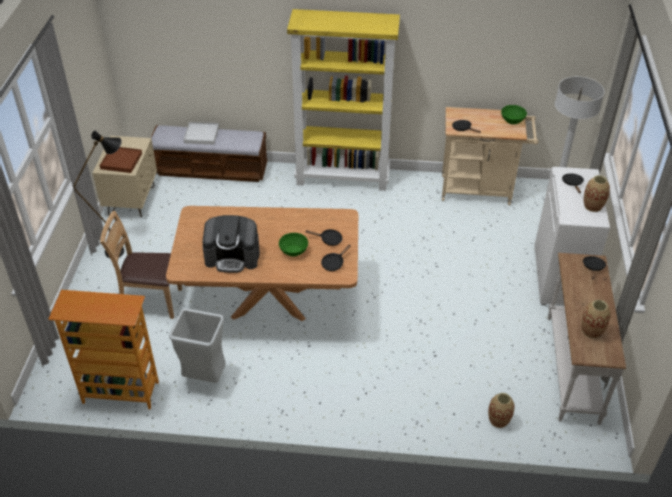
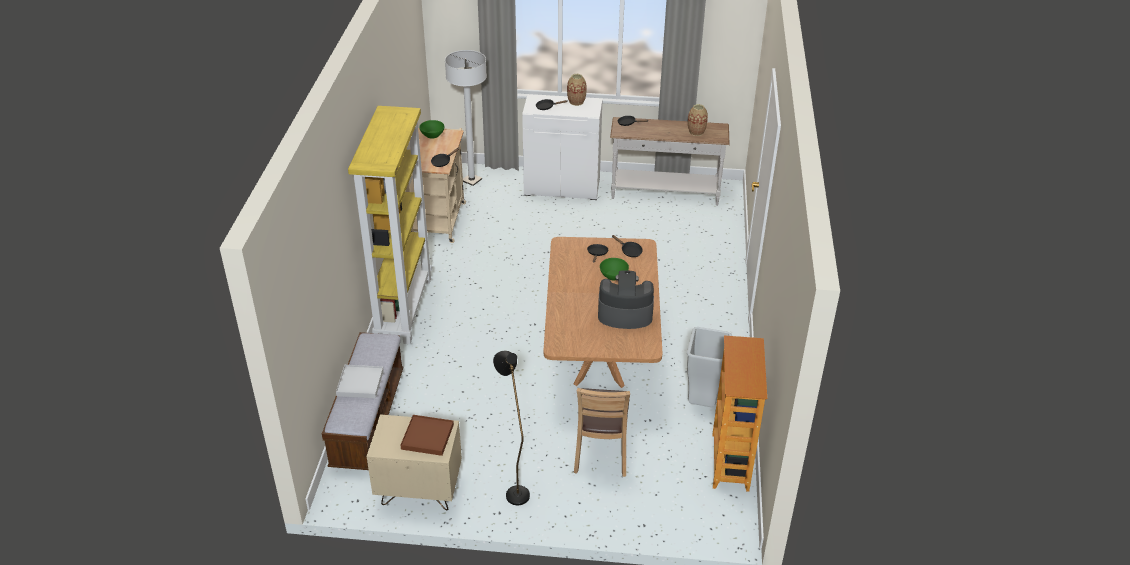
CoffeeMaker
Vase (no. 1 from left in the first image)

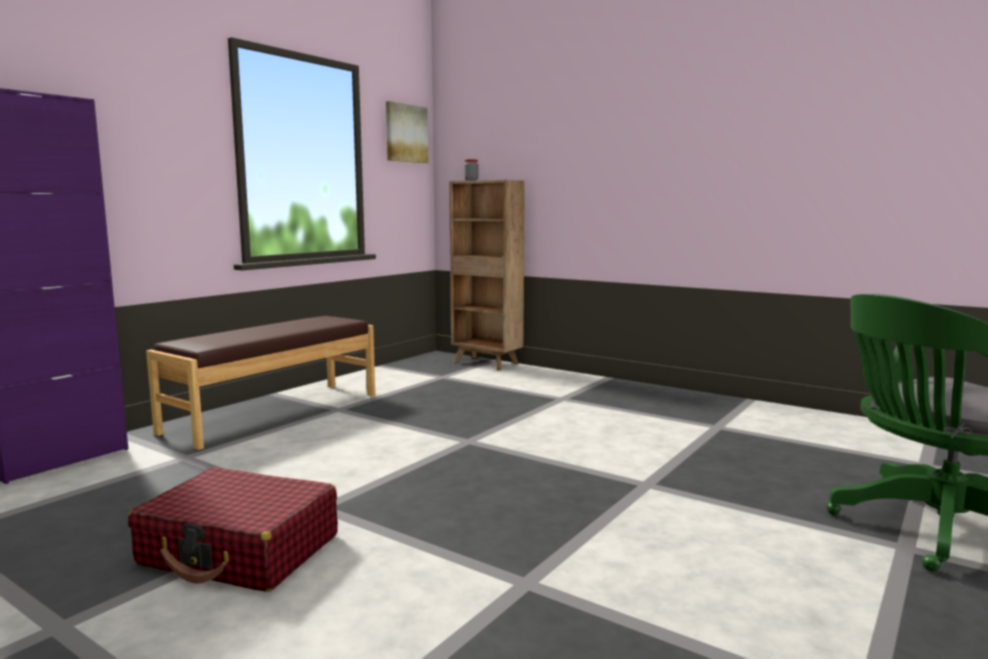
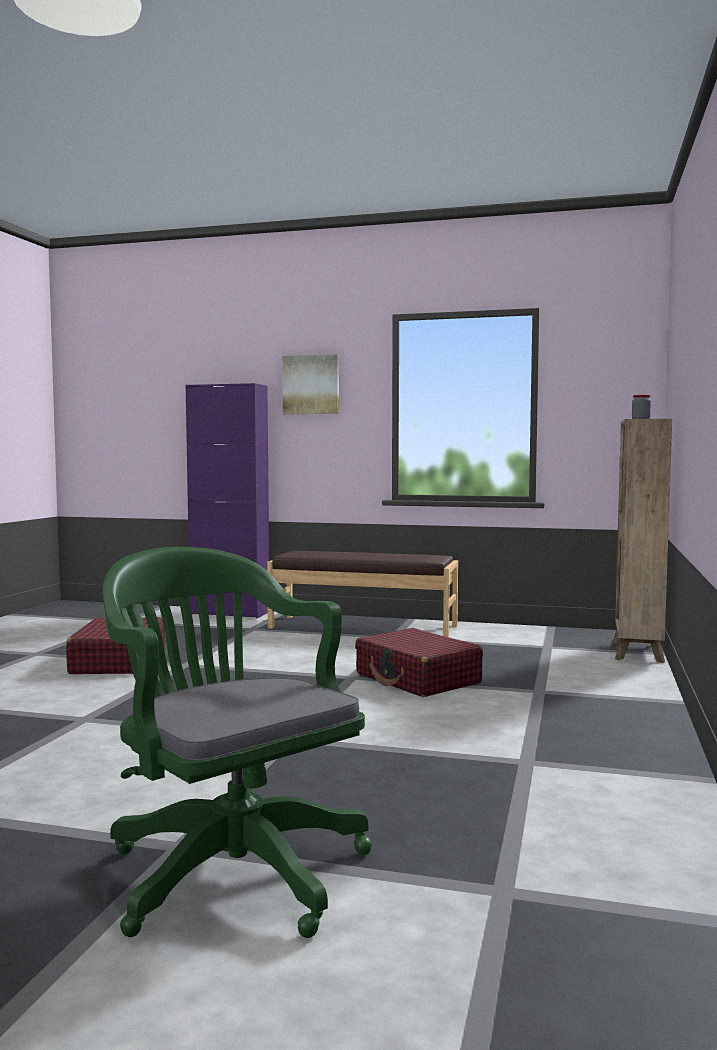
WallPicture
RedColouredPieceOfLuggage (no. 2 from left)

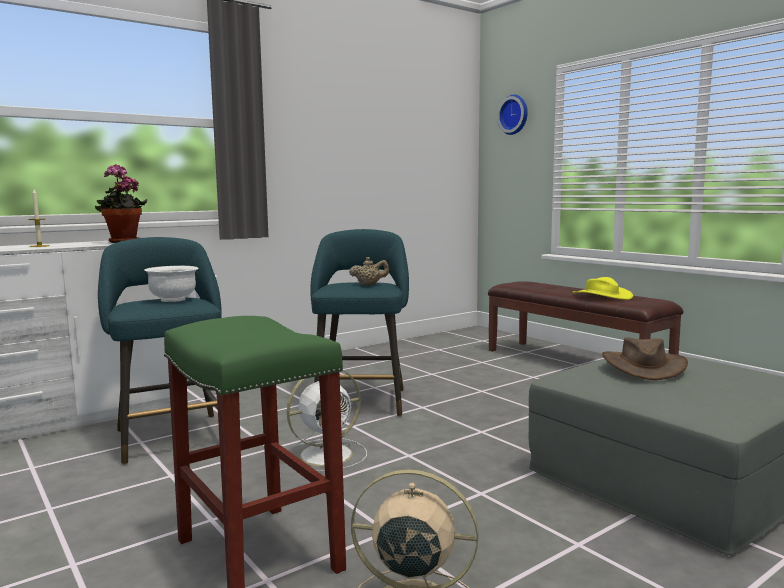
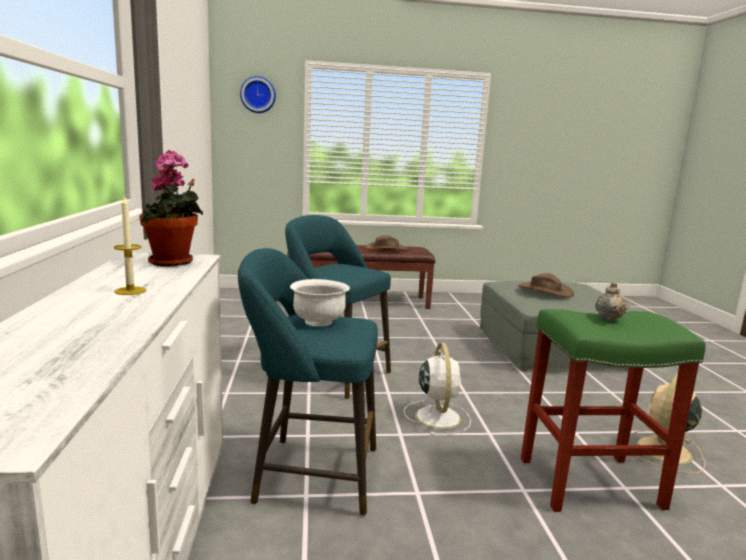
BeigeTeaPot
BrownishWearableHat (no. 1 from left)

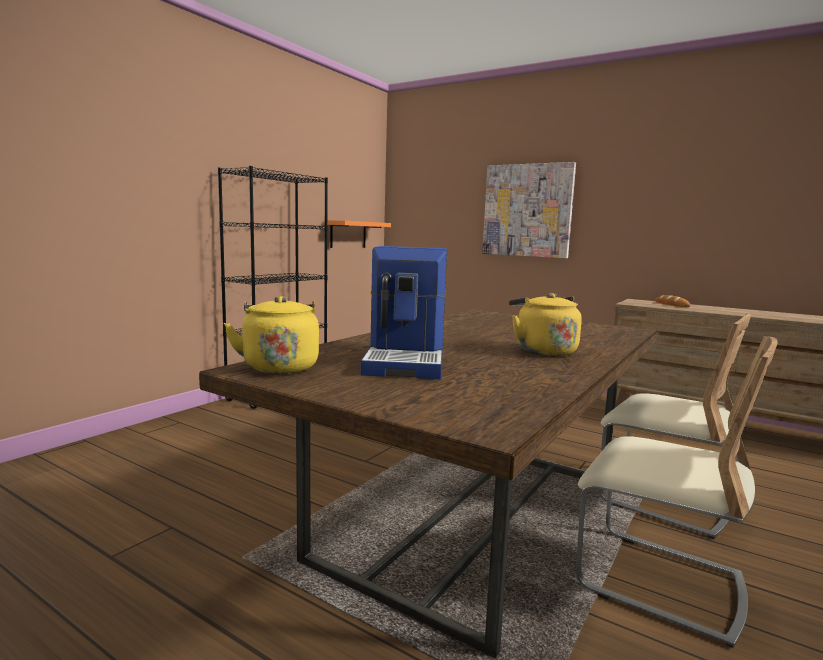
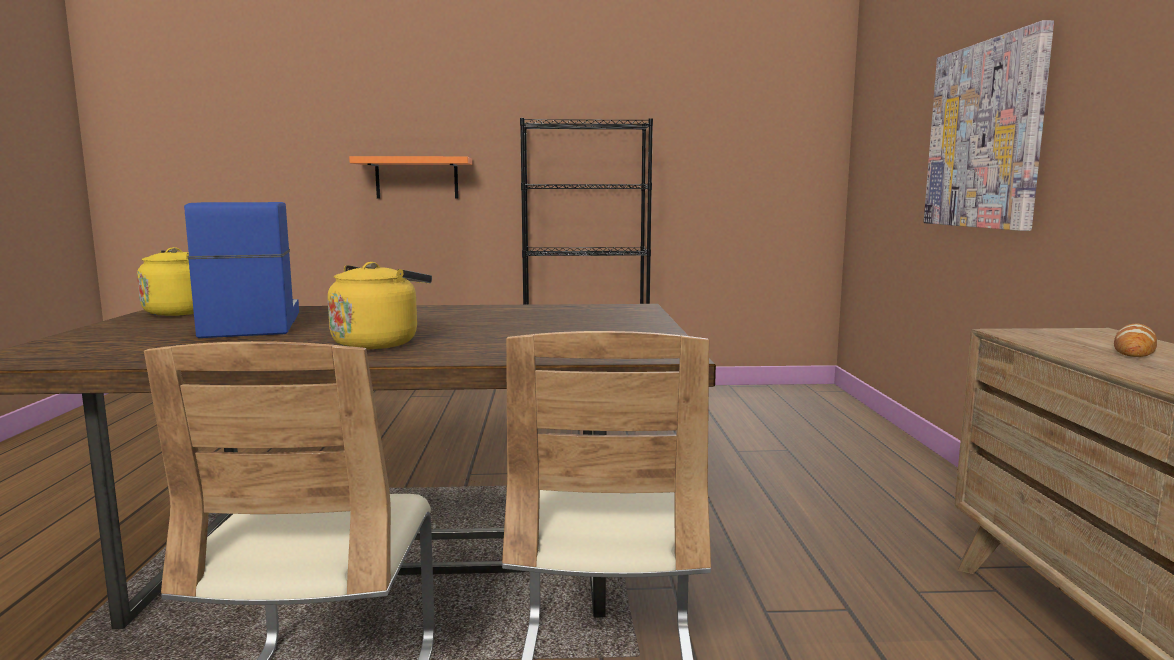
OrangeyBracketShelf
CoffeeMaker

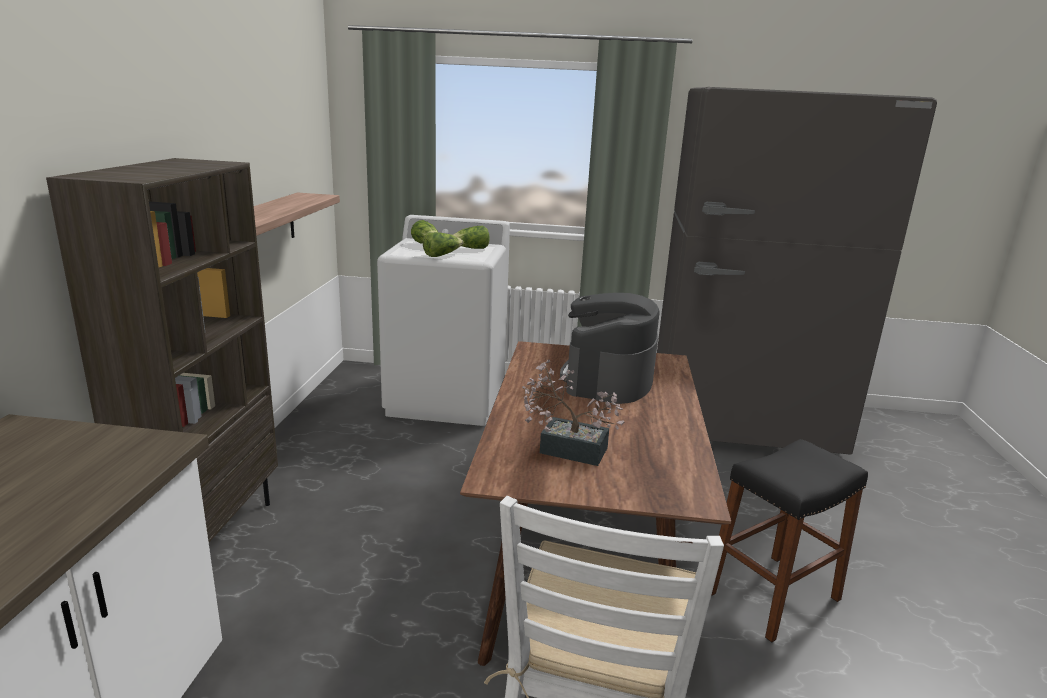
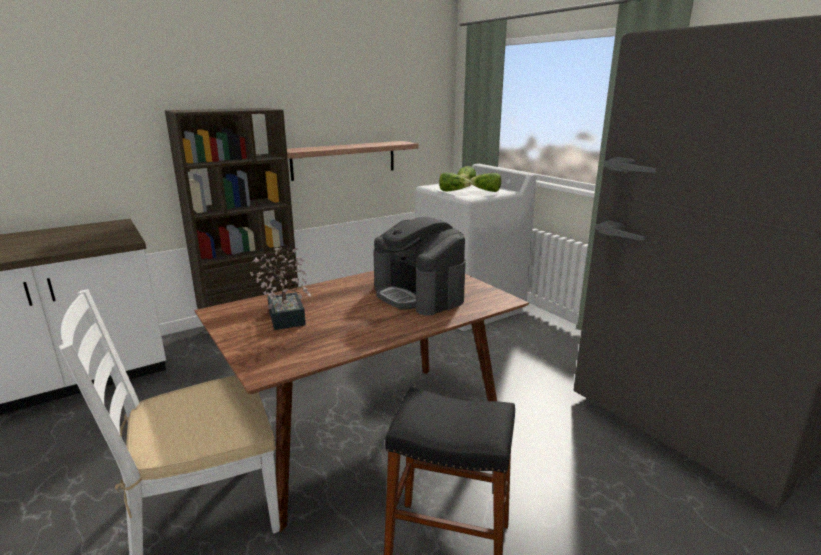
CoffeeMaker

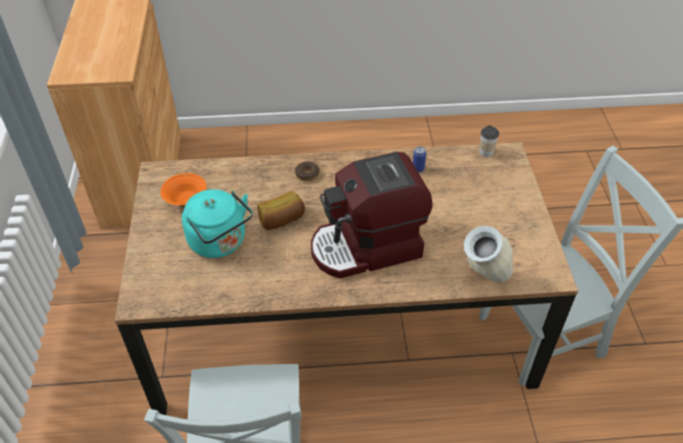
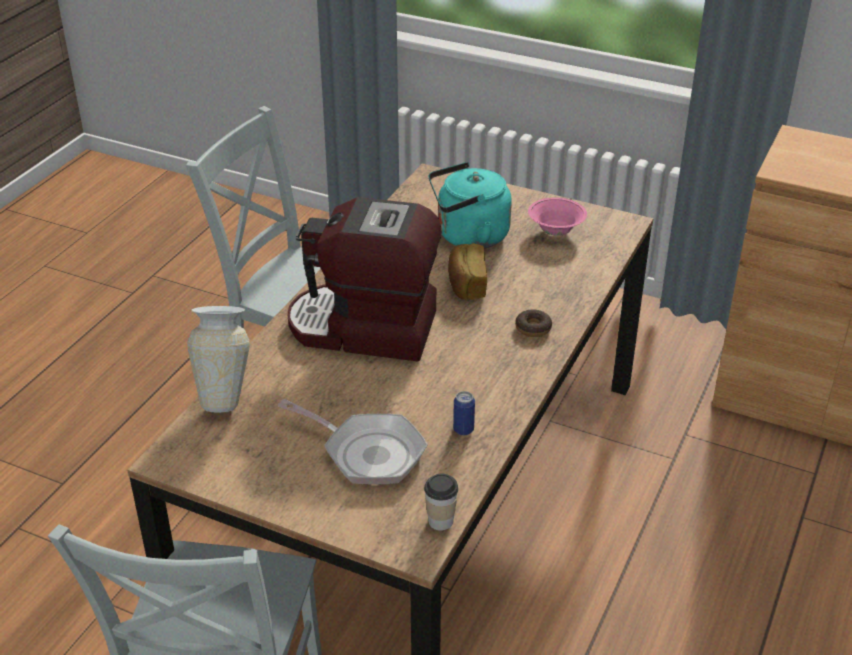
CoffeeMaker
PinkishDeepDish
FryingPan

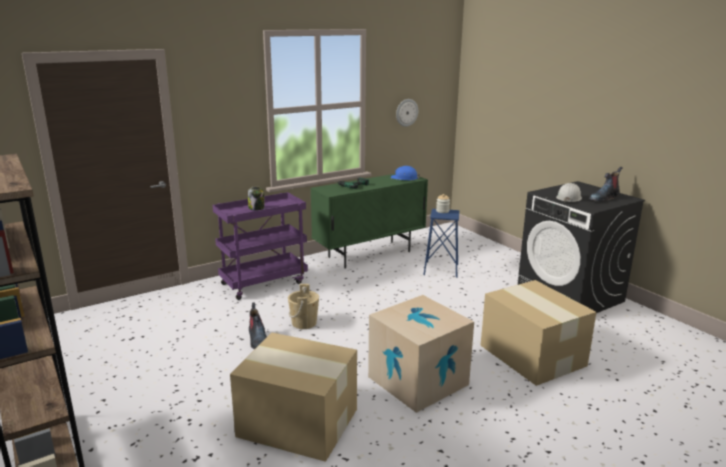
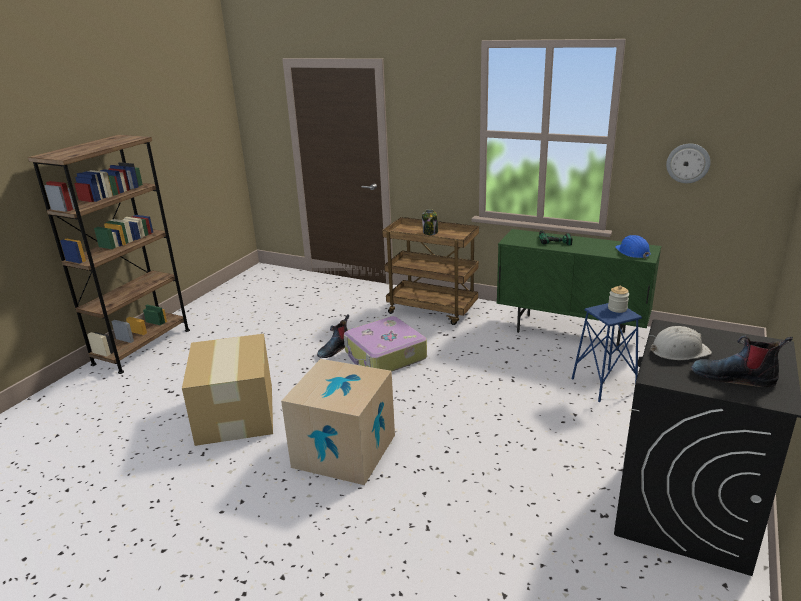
BrownishTrolley
CardboardBox (no. 3 from left in the first image)
PieceOfLuggage

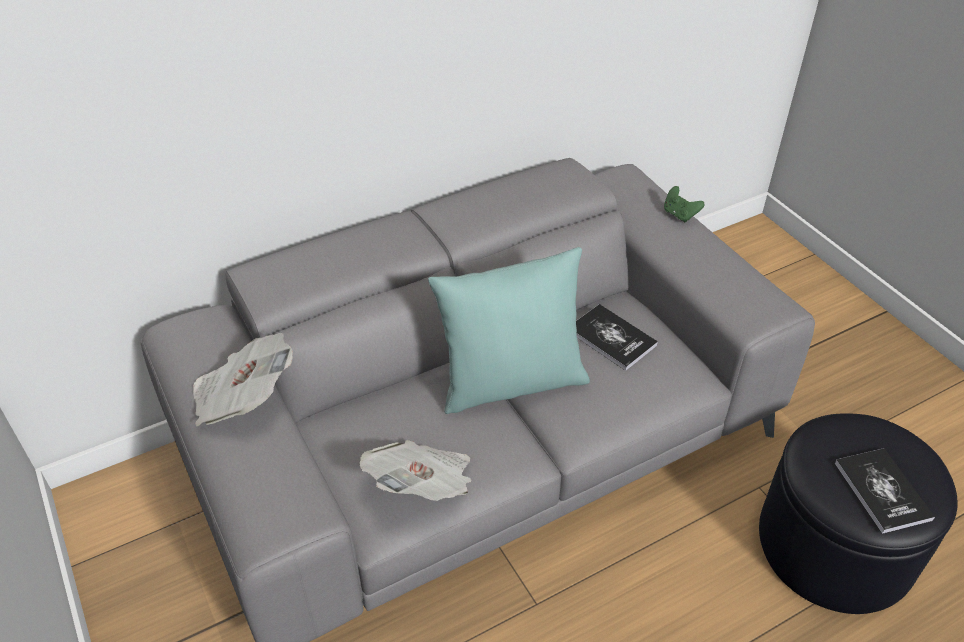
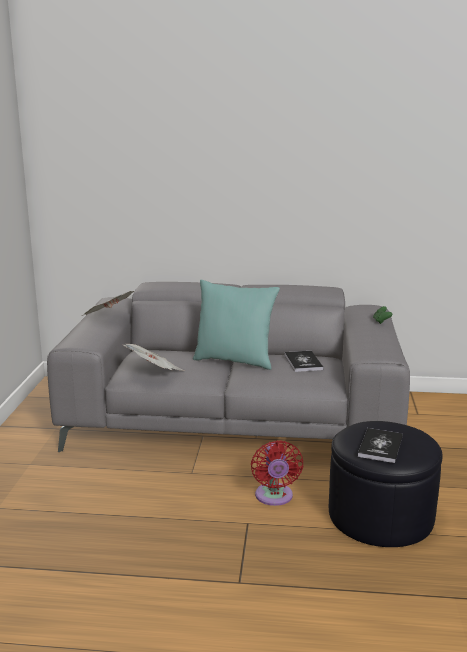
RedColouredCoolingFan

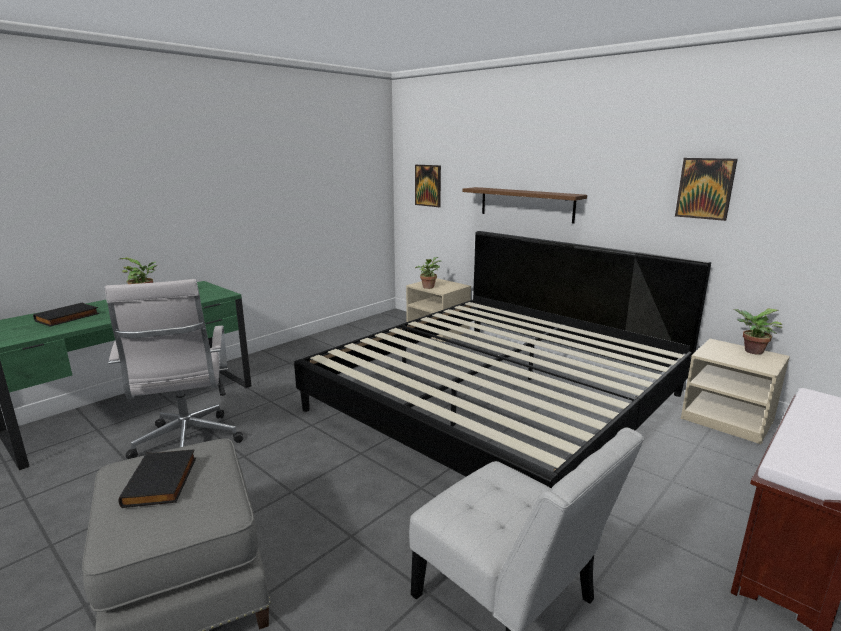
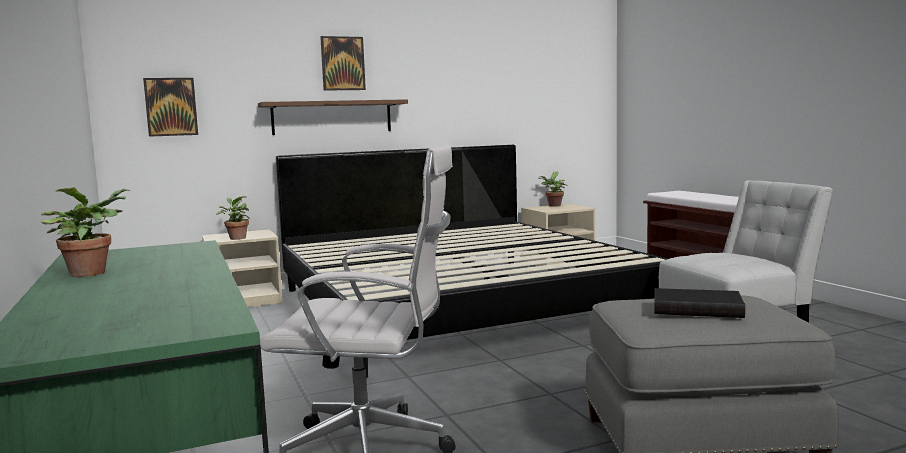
WallPicture (no. 2 from left)
BlackBook (no. 1 from left in the first image)

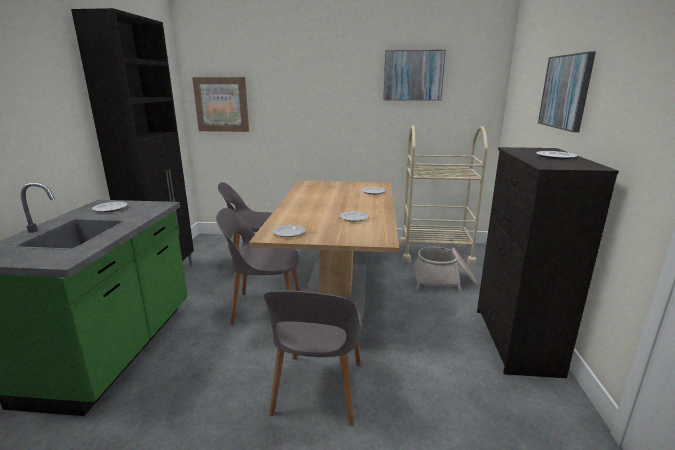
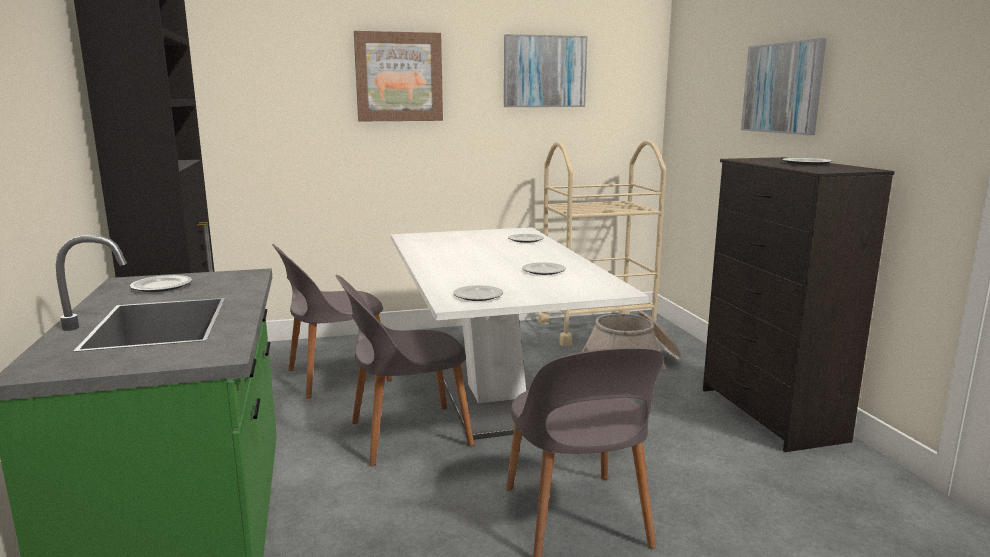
WallPicture (no. 1 from left)
WhiteKitchenTable

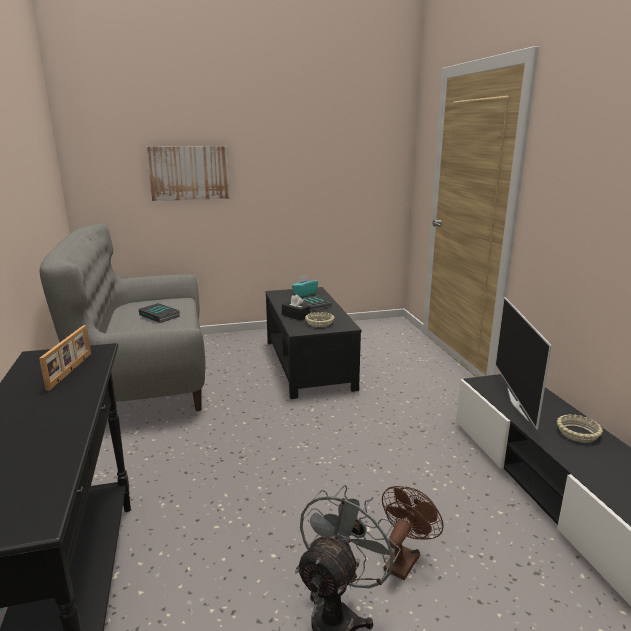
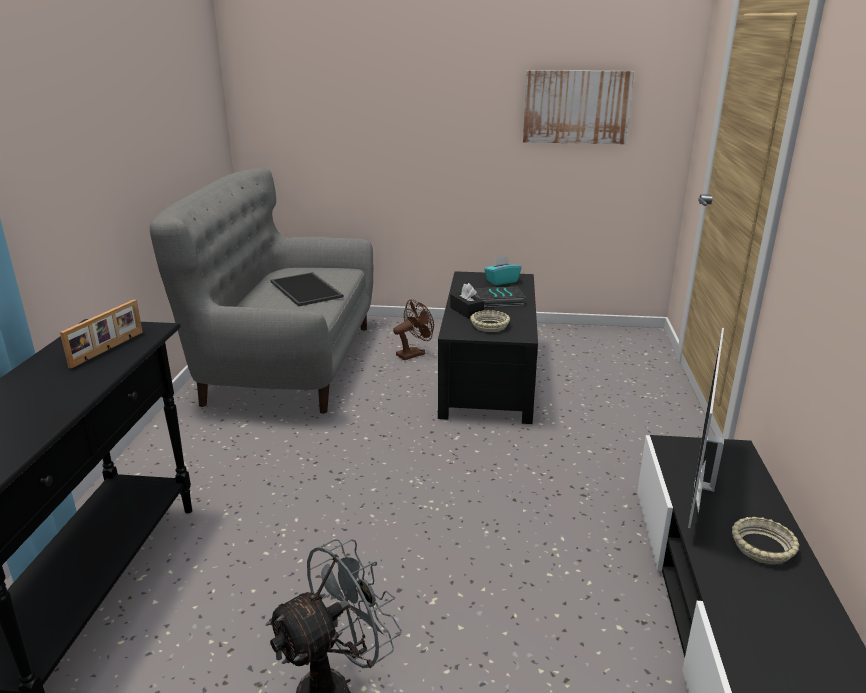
WallPicture
ServingTray
BrownishCoolingFan

